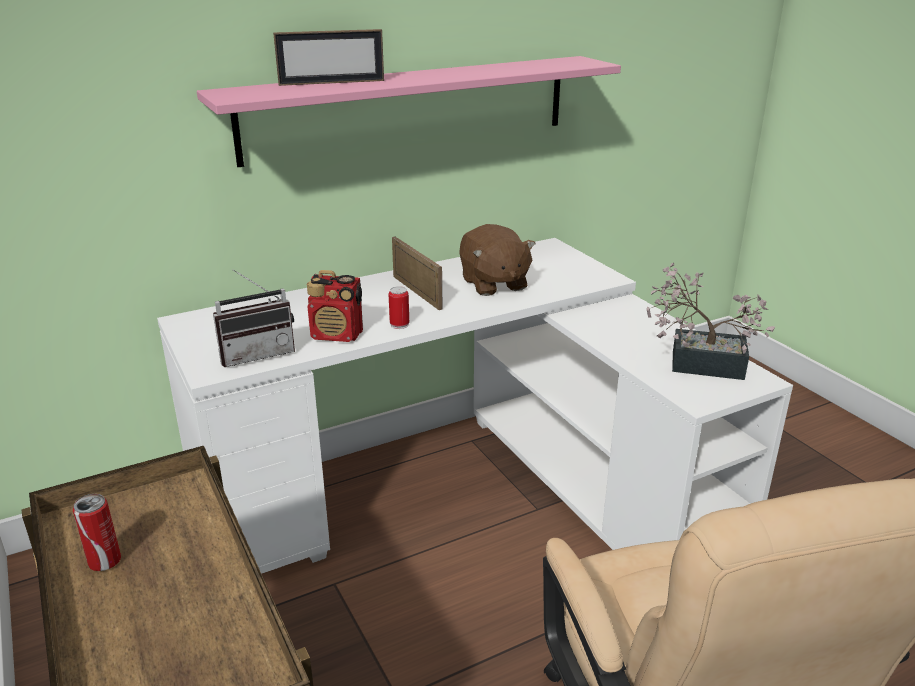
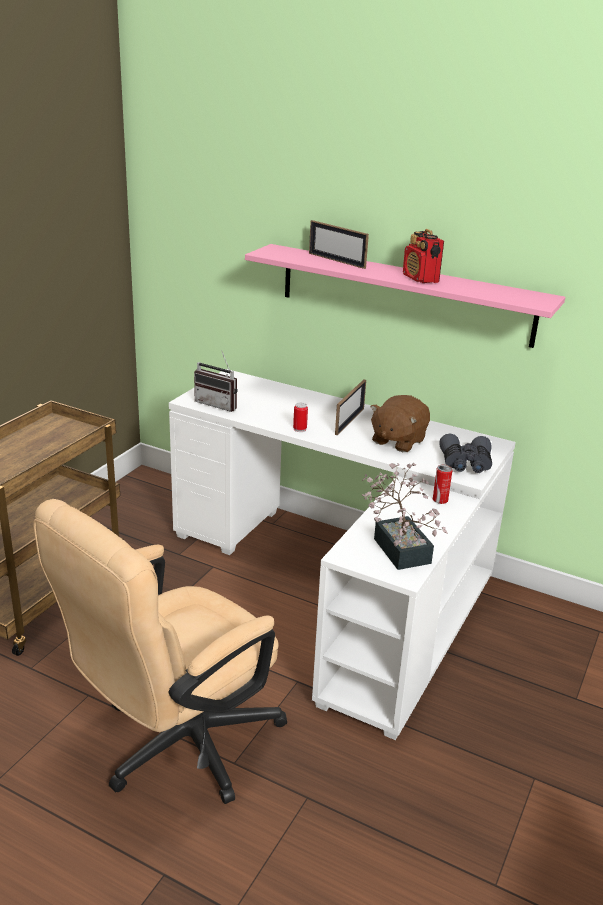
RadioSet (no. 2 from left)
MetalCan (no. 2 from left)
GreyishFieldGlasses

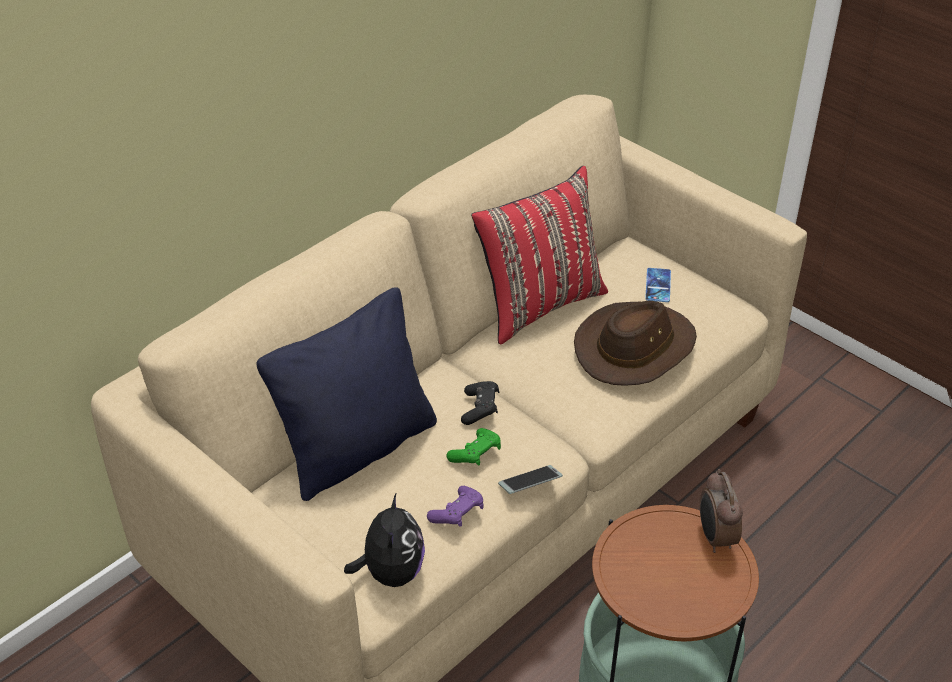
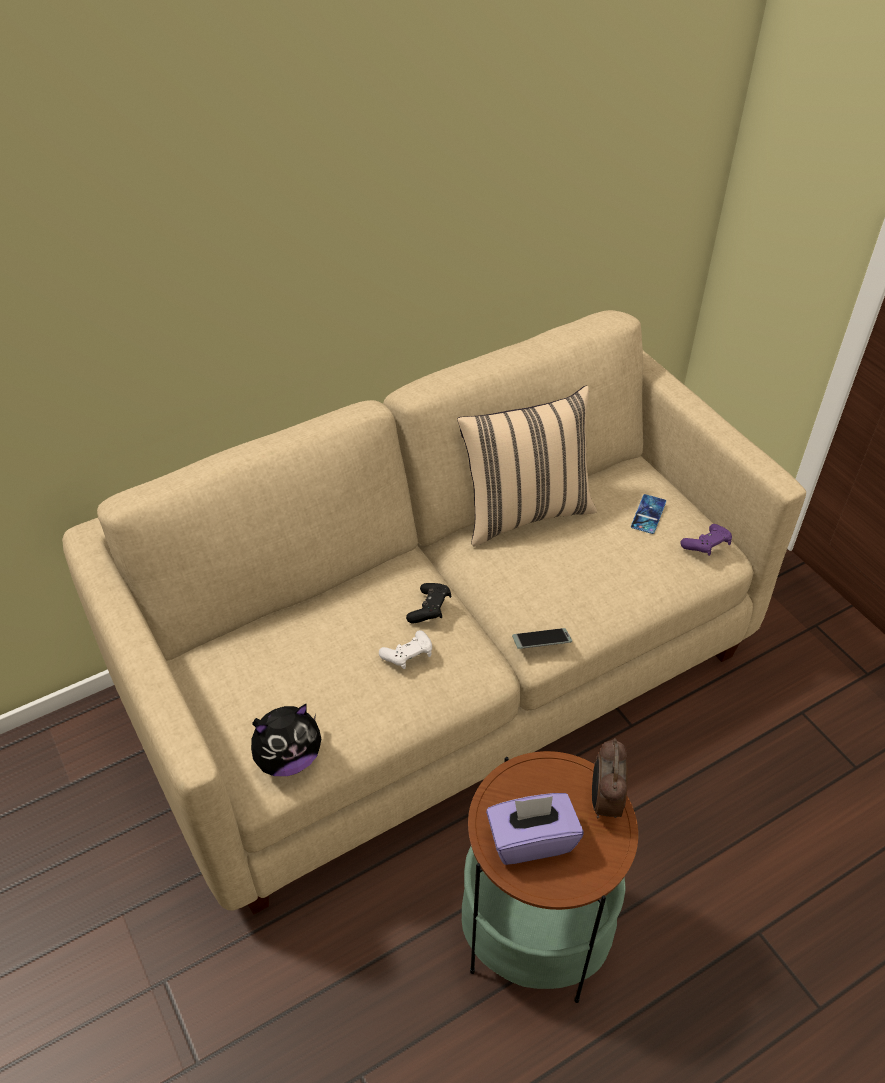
BeigeThrowPillow
BlackThrowPillow
BrownishWearableHat
WhiteGameController
Telephone (no. 1 from left)
PurpleGameController
PlushToy
PurpleTissueHolder

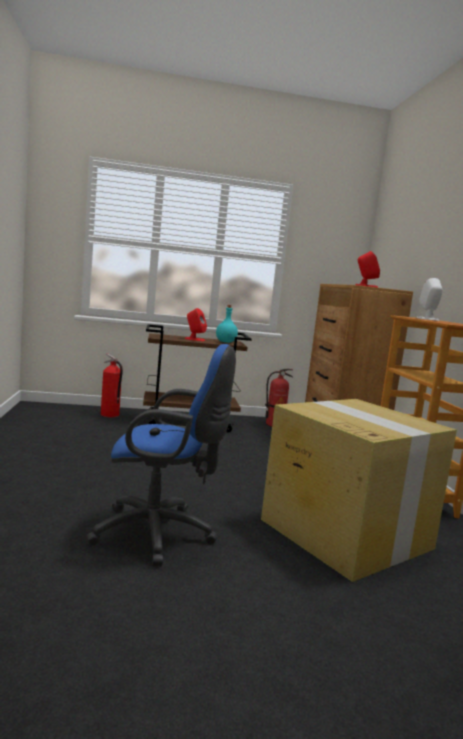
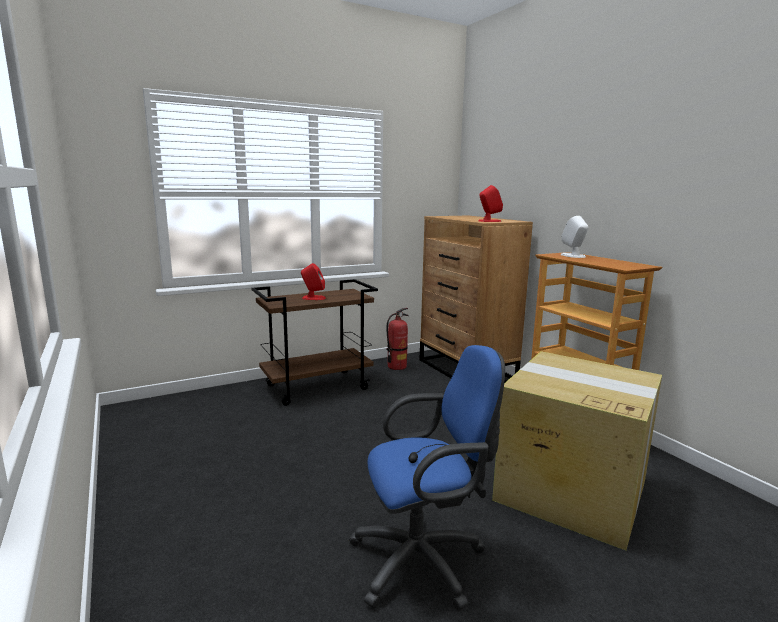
BlueGreenDrinkBottle
FireFightingCylinder (no. 1 from left in the first image)

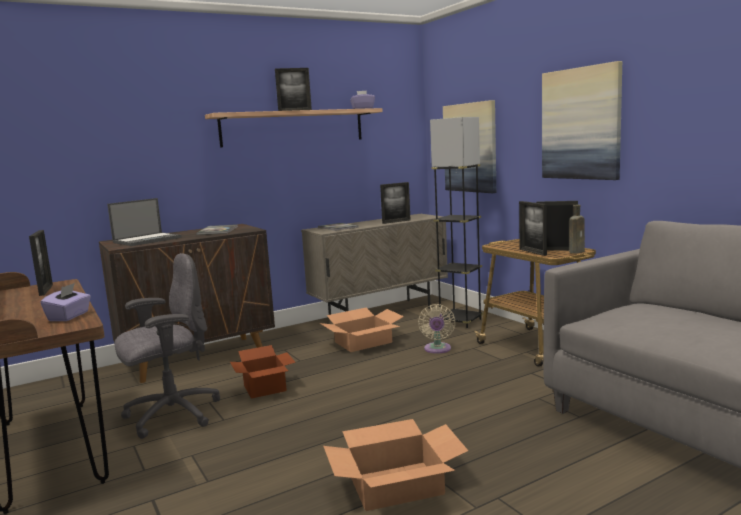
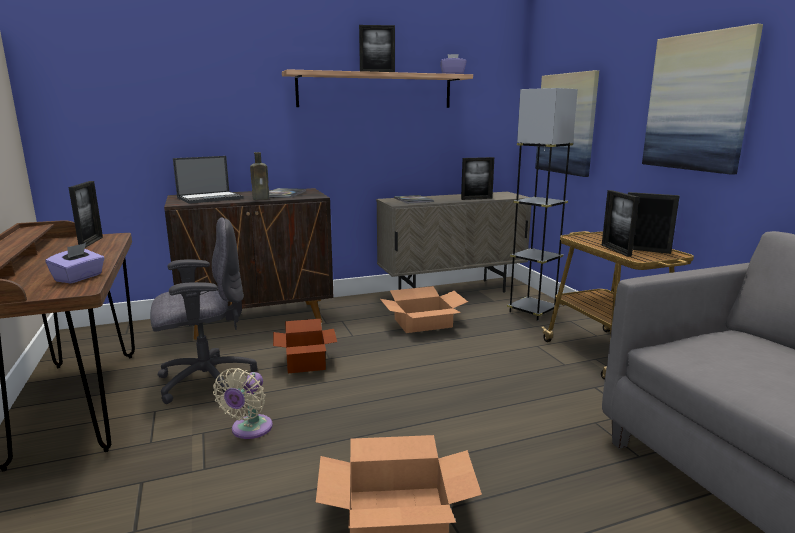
BrownishDrinkBottle
BeigeCoolingFan

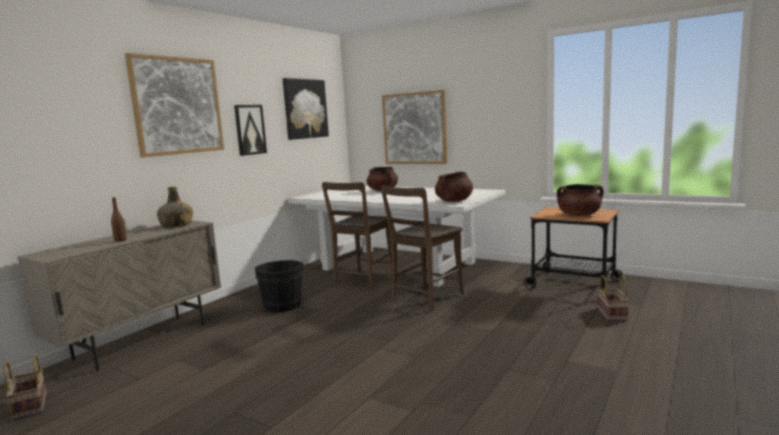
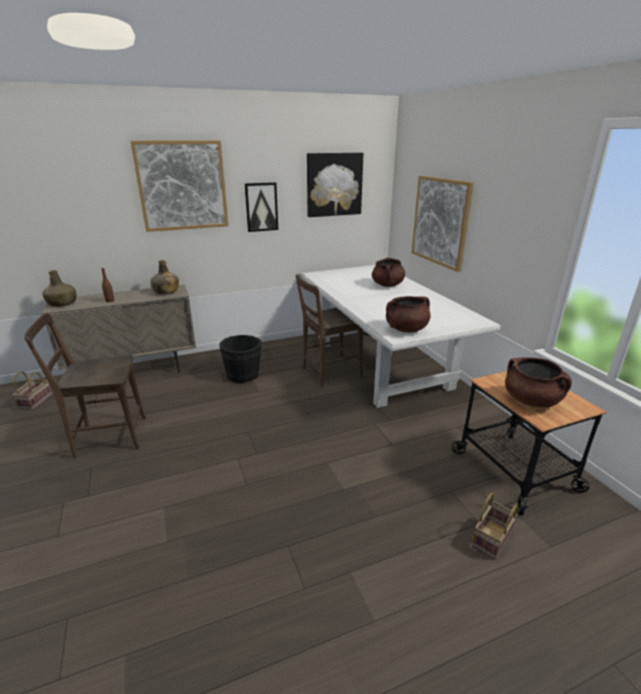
BrownishPlainChair (no. 1 from left)
GreenDrinkBottle (no. 1 from left)

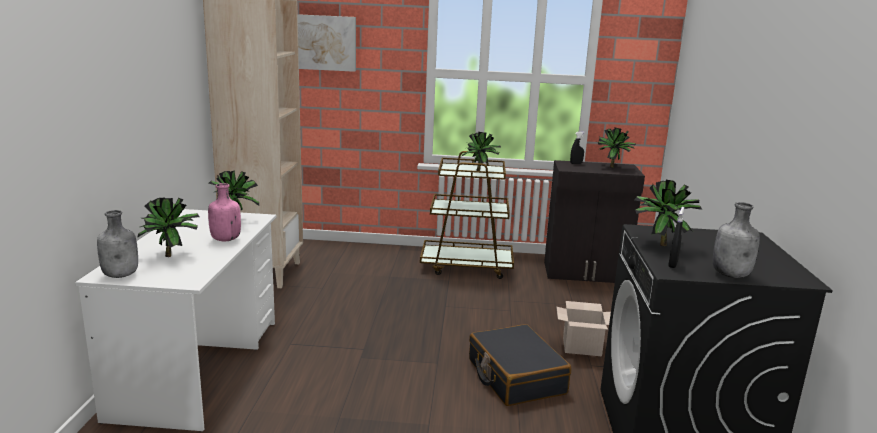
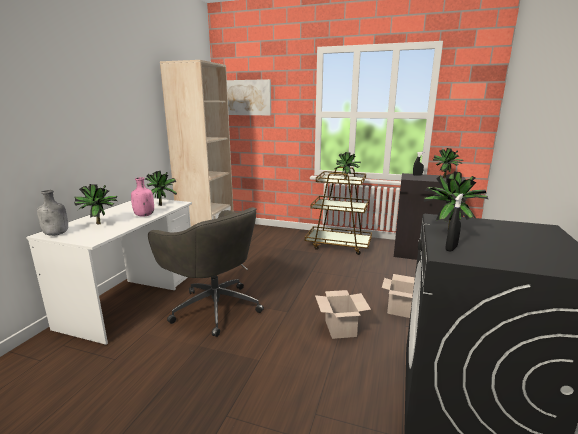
GreyishDrinkBottle (no. 2 from left in the first image)
CardboardBox (no. 1 from left)
GreyishOfficeChair

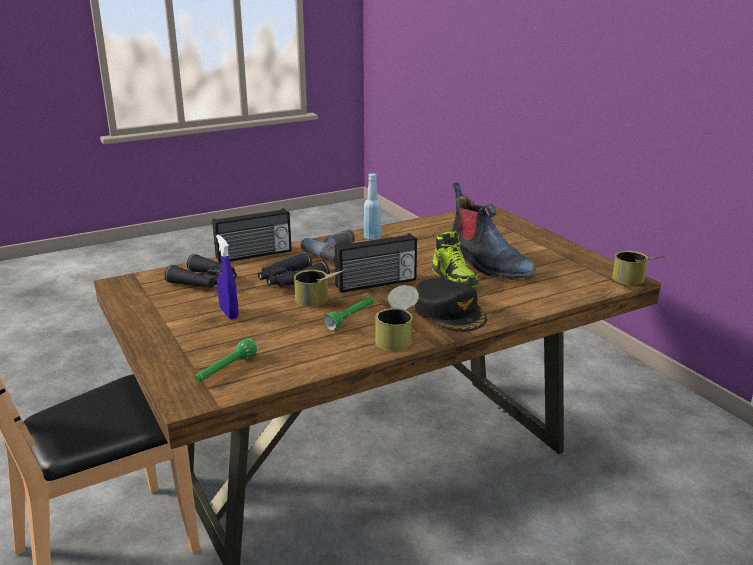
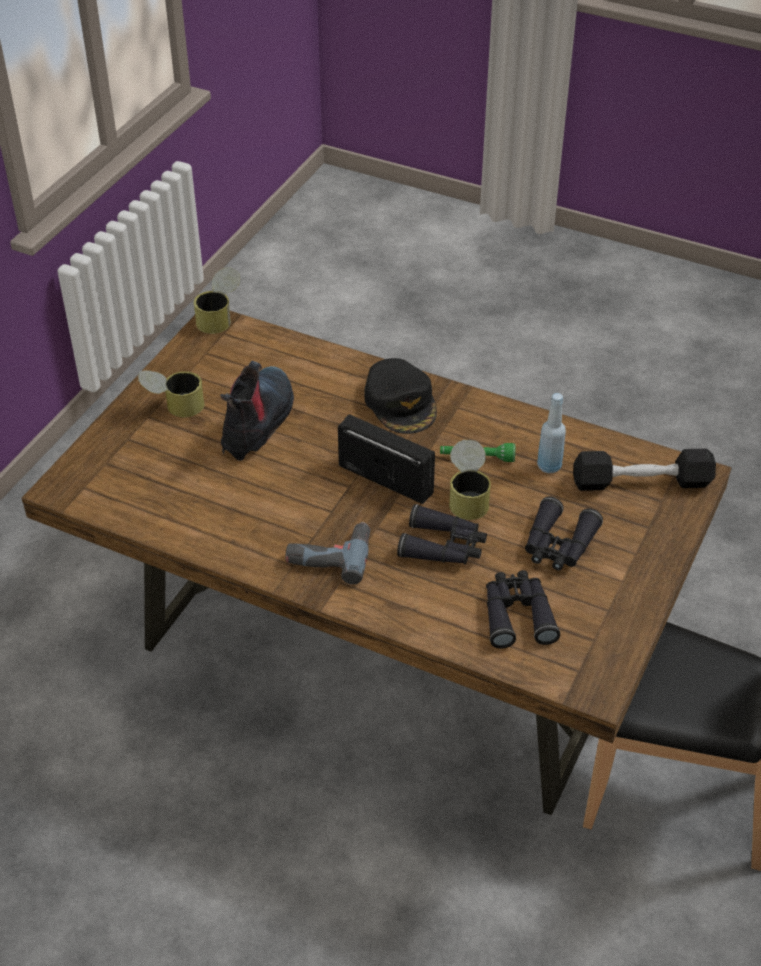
BlueDrinkBottle
RadioSet (no. 1 from left in the first image)
LowShoe
BlackFieldGlasses (no. 3 from left)
BlackPeakedCap
MetalCan (no. 1 from left)
BlackHandWeight

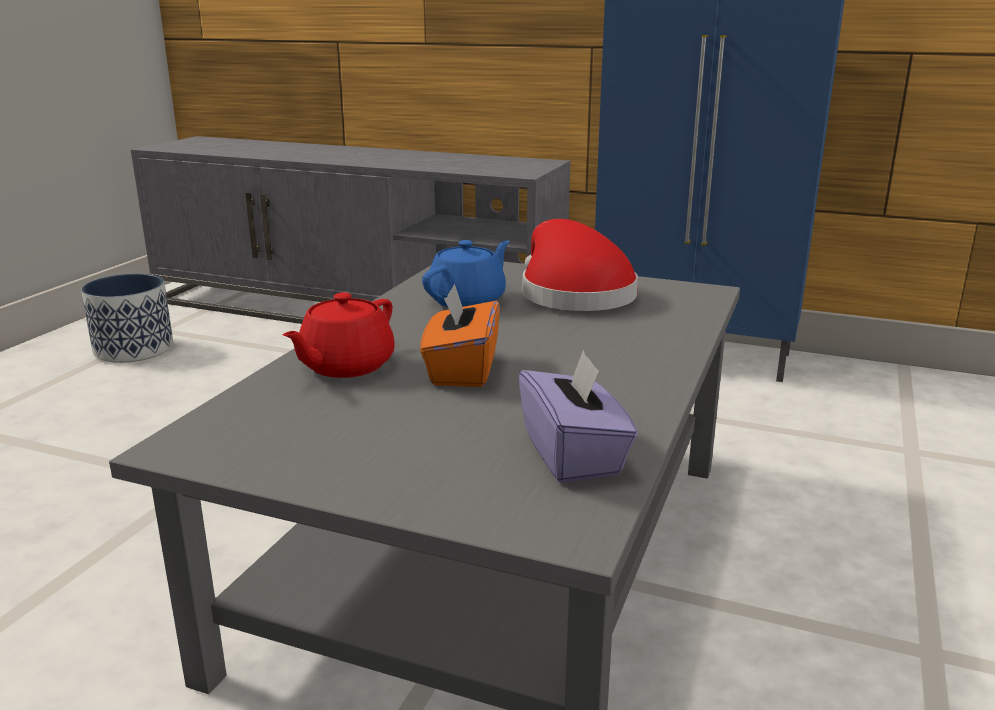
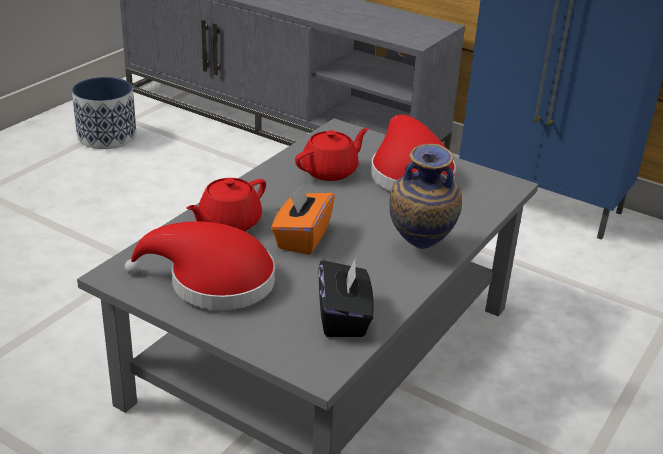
RedColouredTeaPot (no. 2 from left)
BlackTissueHolder
Vase
RedColouredWearableHat (no. 1 from left)

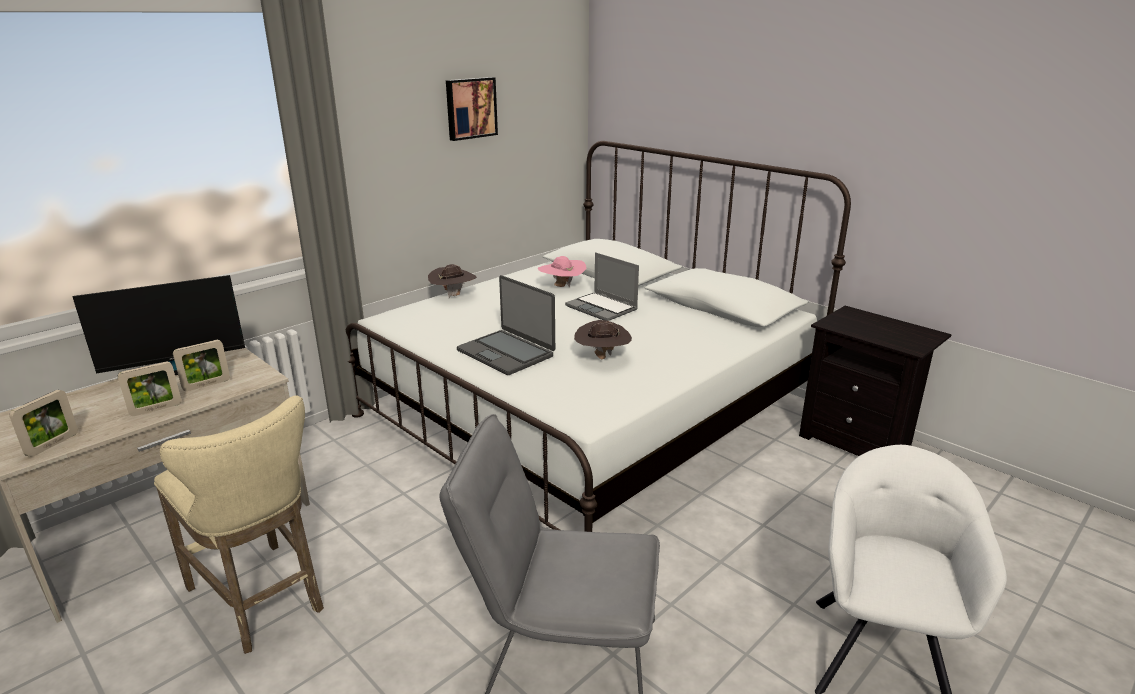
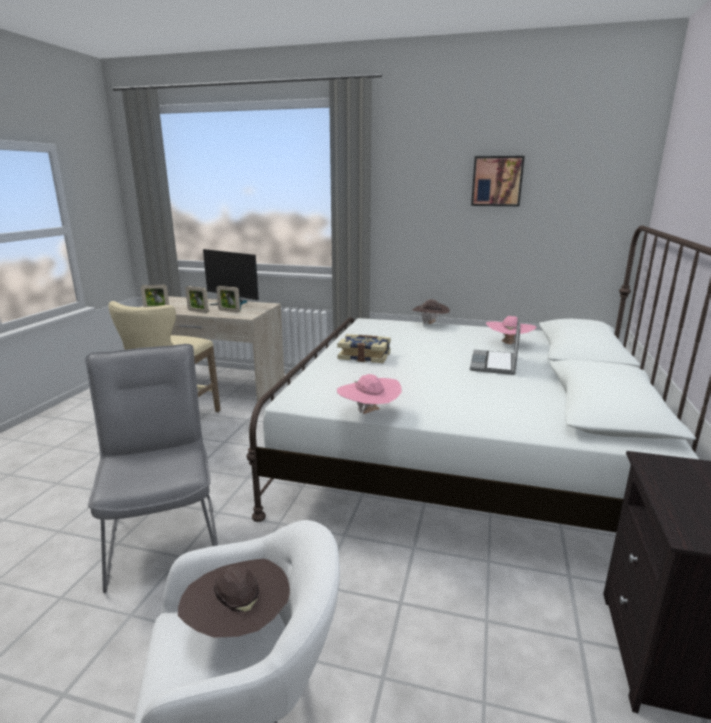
Book
BrownishWearableHat (no. 1 from left)
PinkishWearableHat (no. 1 from left)

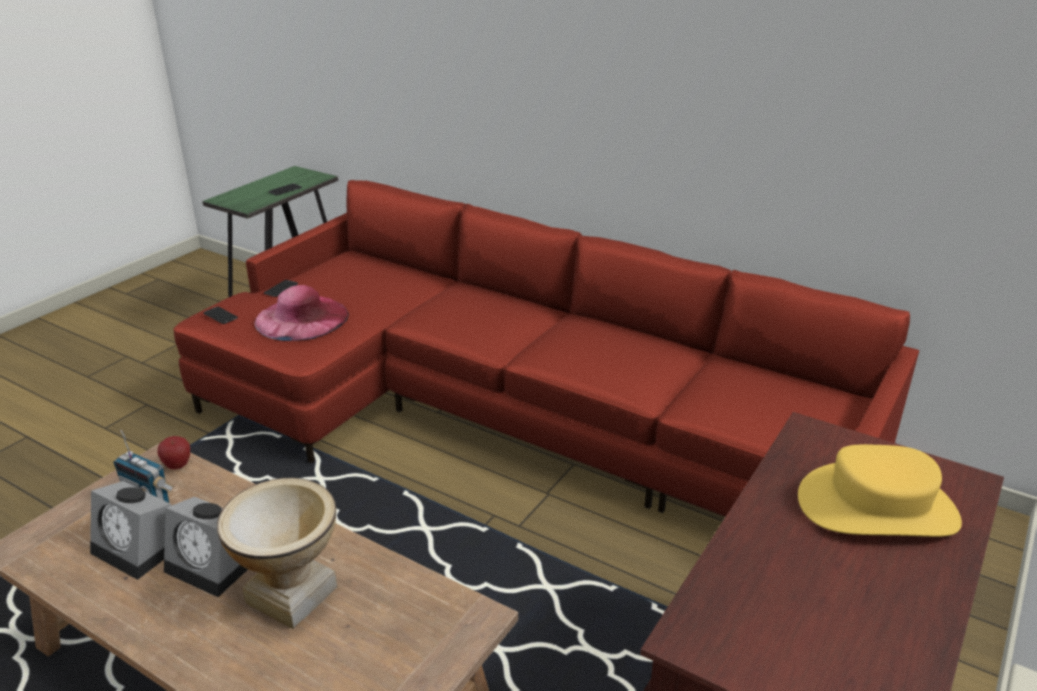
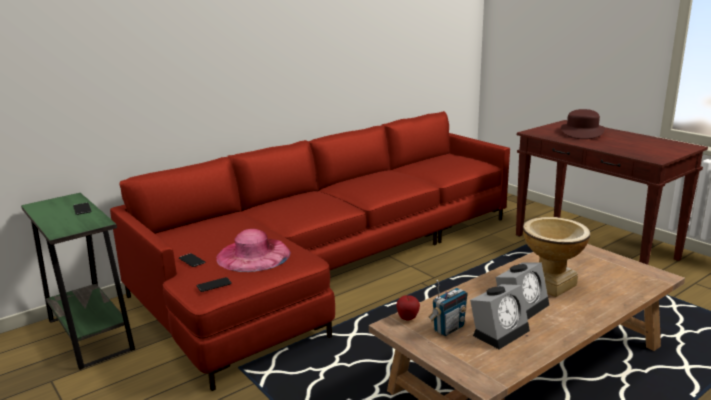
BrownishWearableHat

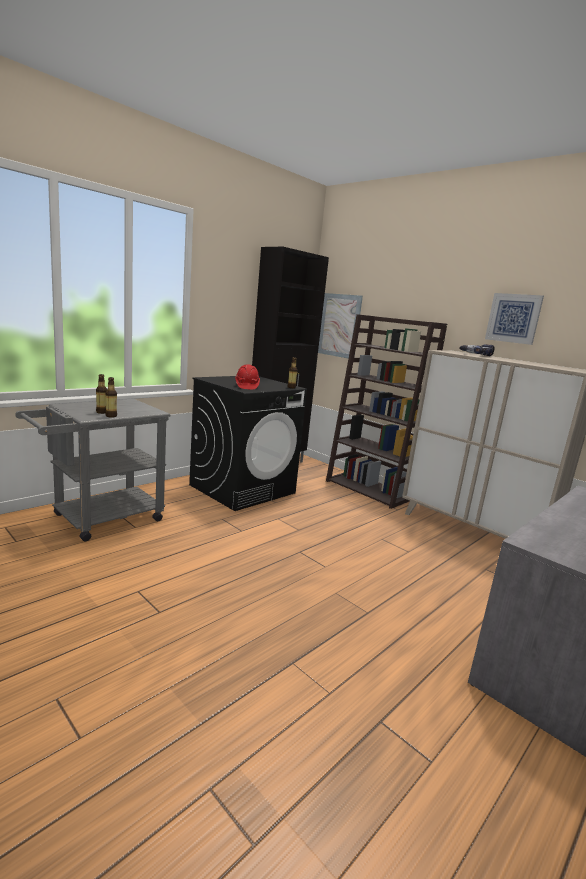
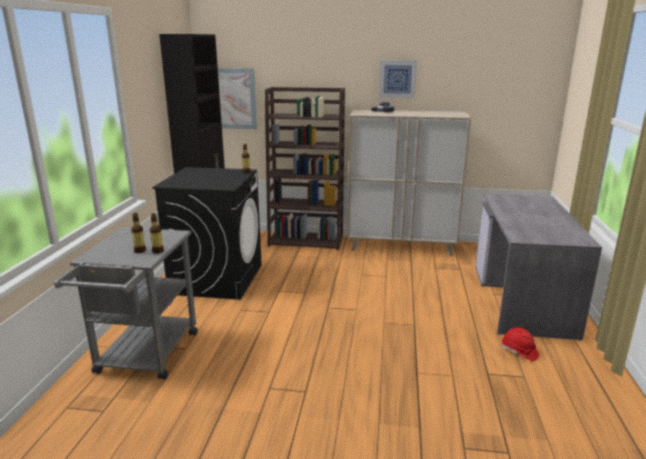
RedColouredSafetyHelmet

